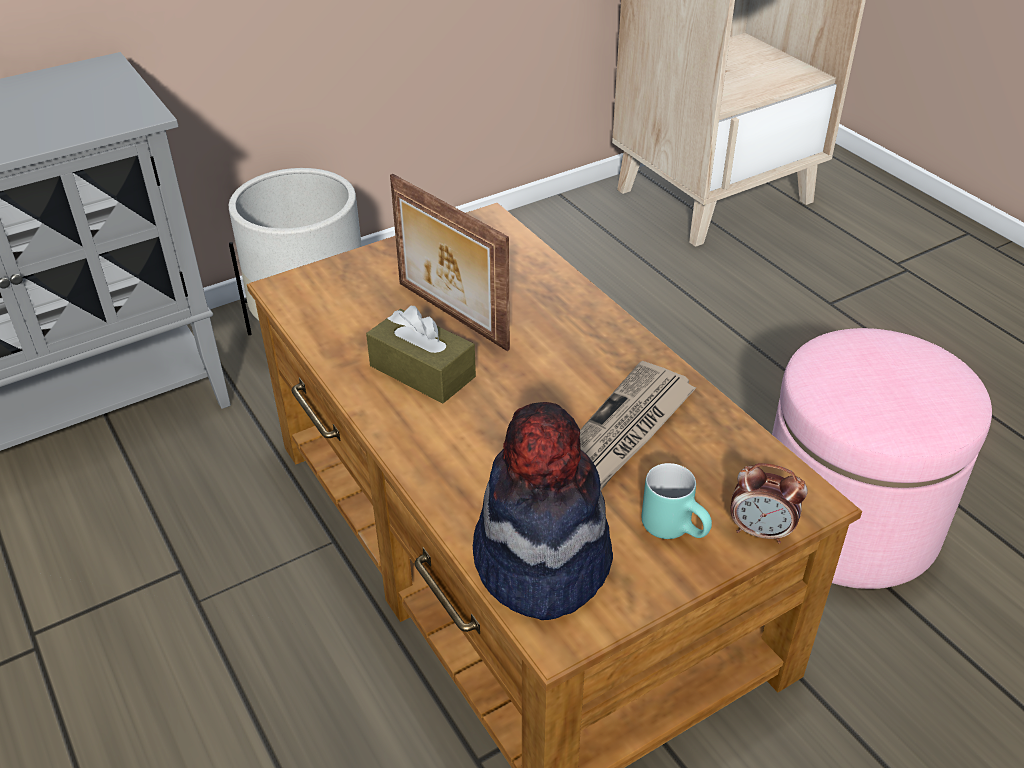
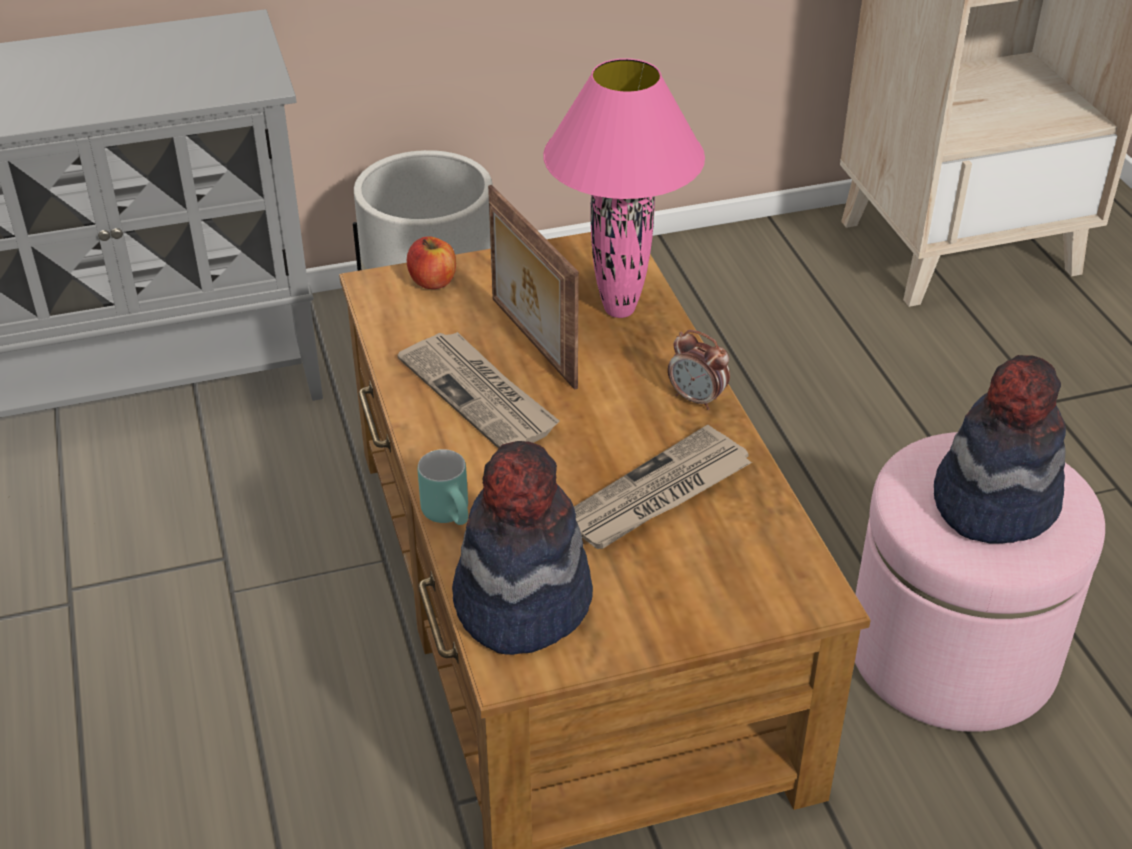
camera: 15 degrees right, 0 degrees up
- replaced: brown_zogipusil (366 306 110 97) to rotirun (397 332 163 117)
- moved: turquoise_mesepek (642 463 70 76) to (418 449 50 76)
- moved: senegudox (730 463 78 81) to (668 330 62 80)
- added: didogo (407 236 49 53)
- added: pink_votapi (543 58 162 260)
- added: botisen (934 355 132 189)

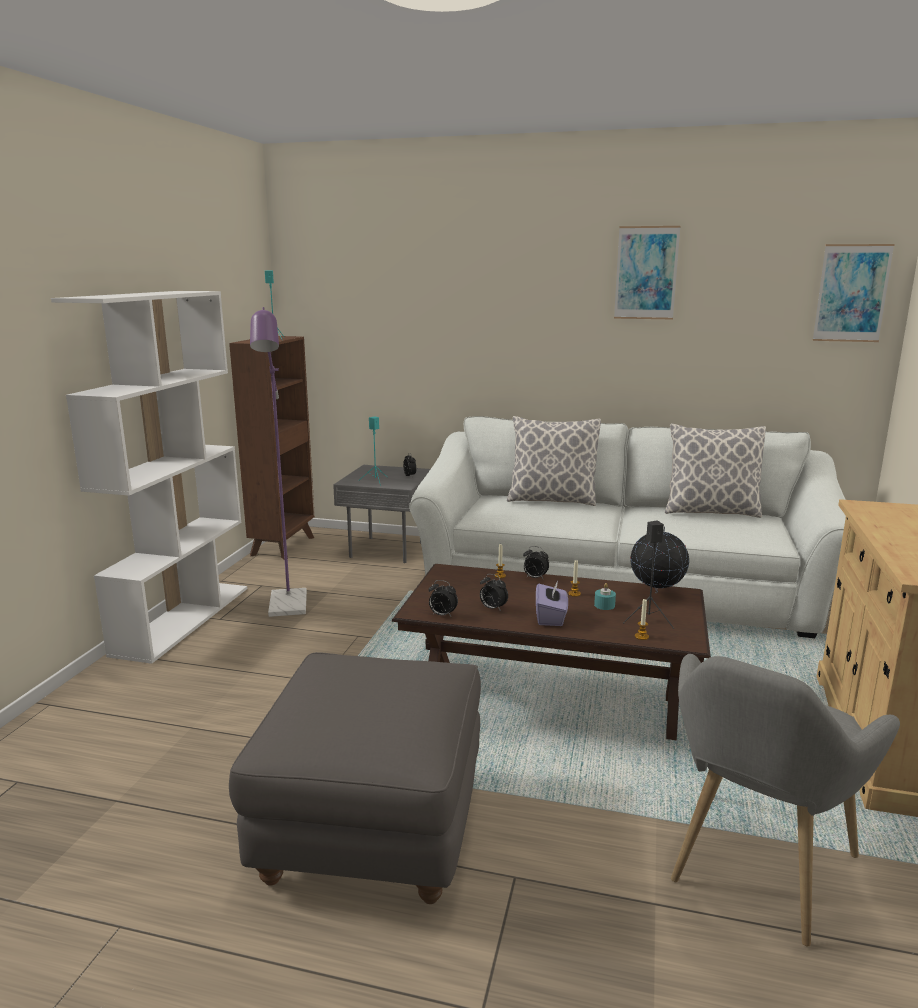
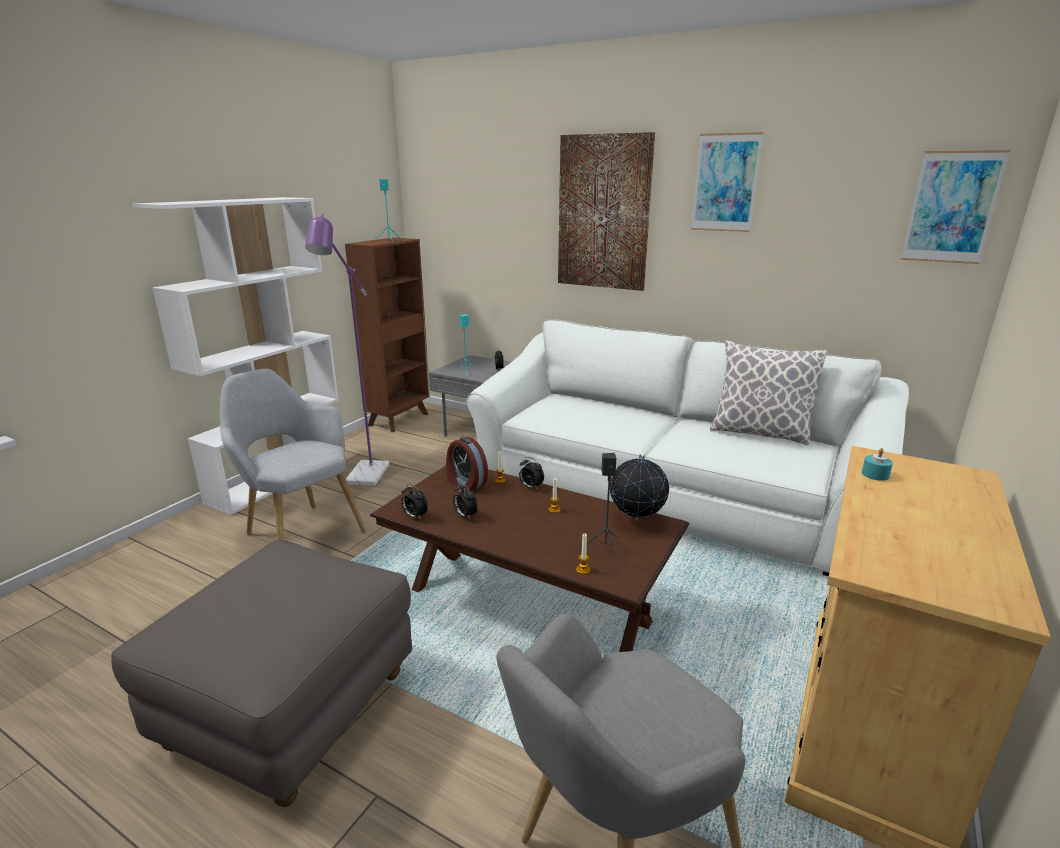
camera: 15 degrees right, 5 degrees up
- removed: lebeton (507 416 94 90)
- removed: purple_zogipusil (536 581 32 45)
- moved: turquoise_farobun (594 583 22 27) to (862 448 31 33)
- added: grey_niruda (220 369 146 171)
- added: senegudox (446 437 42 54)
- added: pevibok (558 132 97 159)

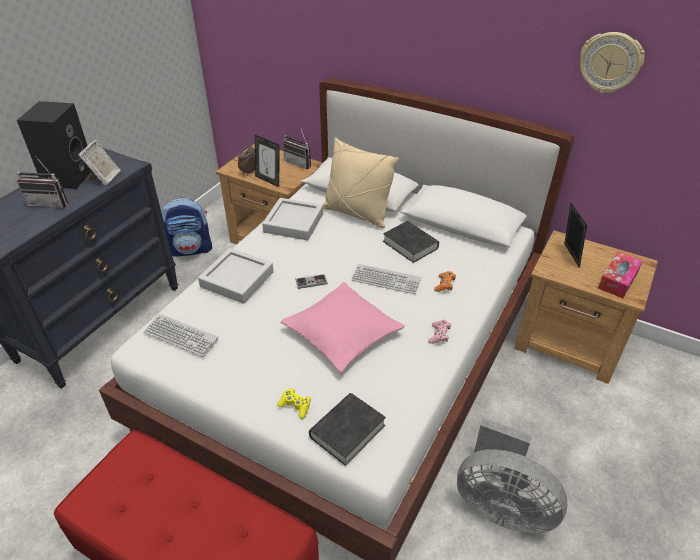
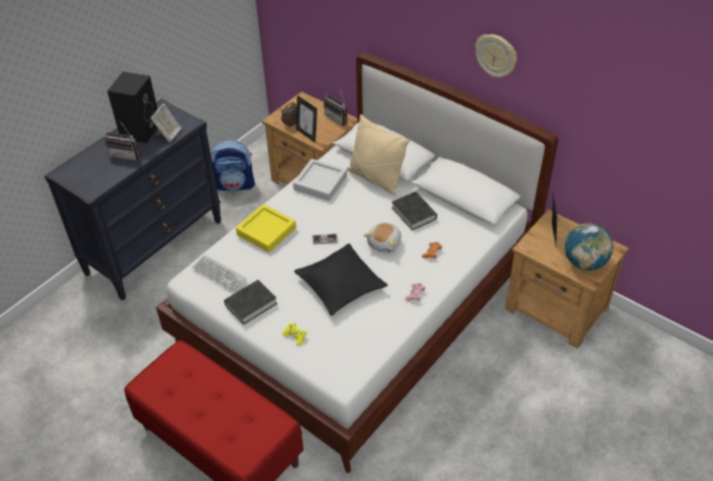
camera: 10 degrees right, 5 degrees up
- recoloured: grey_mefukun (198 248 76 56) to yellow_mefukun (236 204 60 48)
- recoloured: pink_lebeton (281 282 124 91) to black_lebeton (294 243 94 73)
- moved: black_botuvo (309 393 77 73) to (224 280 53 45)
- replaced: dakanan (351 264 70 30) to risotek (364 223 37 30)
- removed: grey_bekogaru (457 418 110 115)
- moved: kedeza (580 32 65 61) to (475 34 42 44)
- replaced: zogipusil (598 252 45 46) to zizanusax (565 223 49 47)

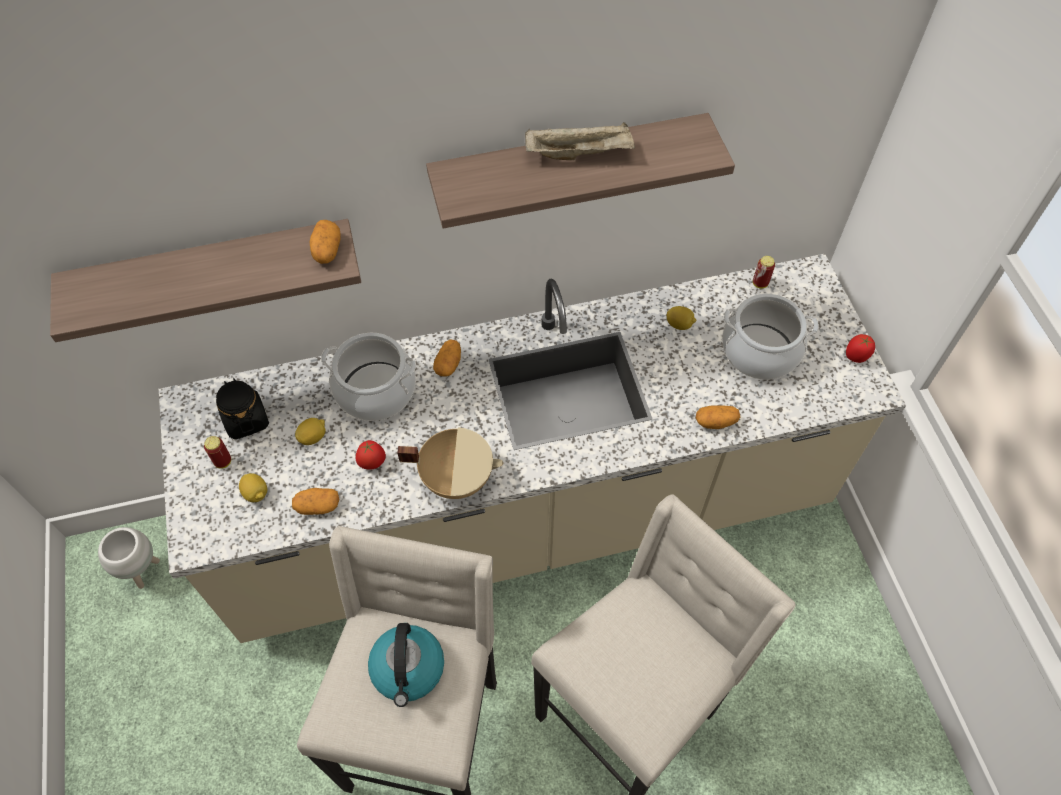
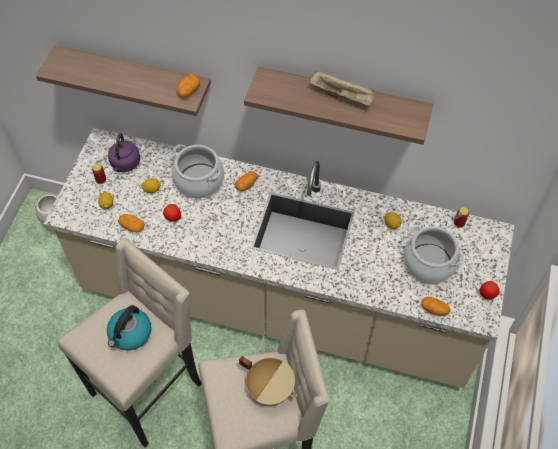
camera: 30 degrees right, 0 degrees up
- replaced: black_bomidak (216 378 53 62) to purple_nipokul (108 133 32 39)
- moved: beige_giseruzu (397 428 107 71) to (239 356 58 50)
- moved: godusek (696 405 44 24) to (421 296 30 20)

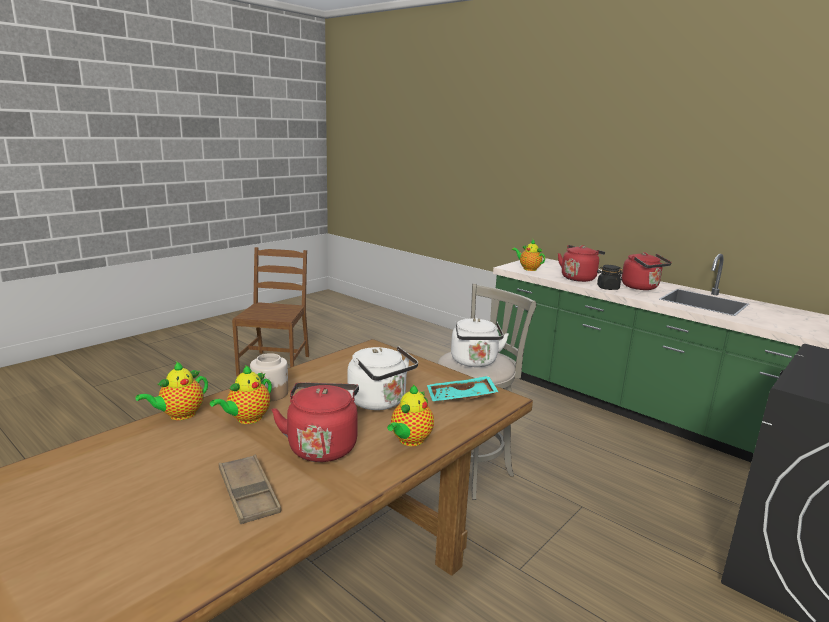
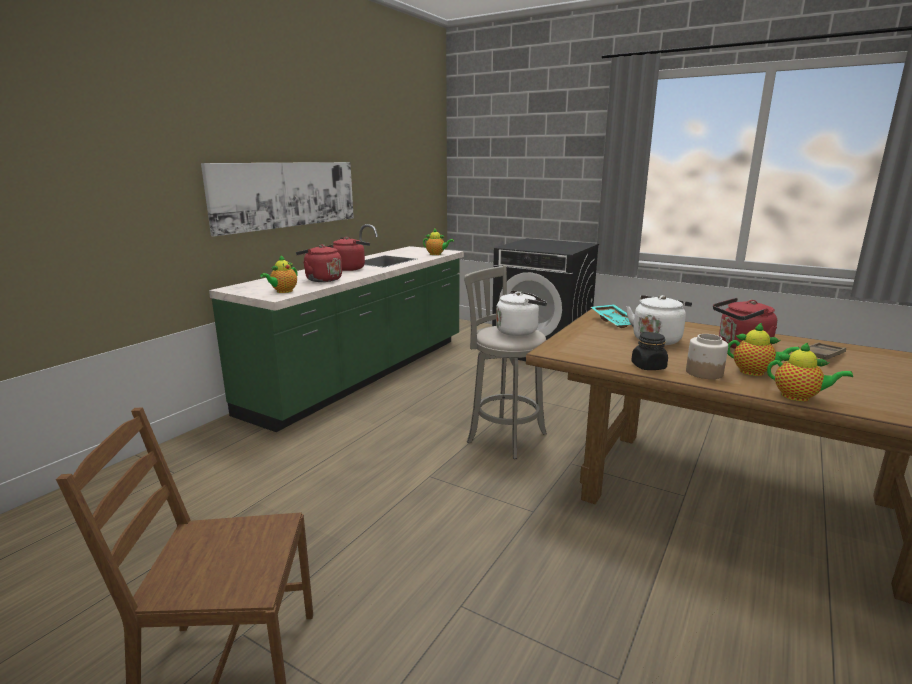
camera: 100 degrees left, 0 degrees up
- moved: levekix (387 385 47 61) to (423 228 31 27)
- moved: black_bomidak (597 265 26 25) to (631 332 37 38)
- added: pevibok (201 162 153 74)

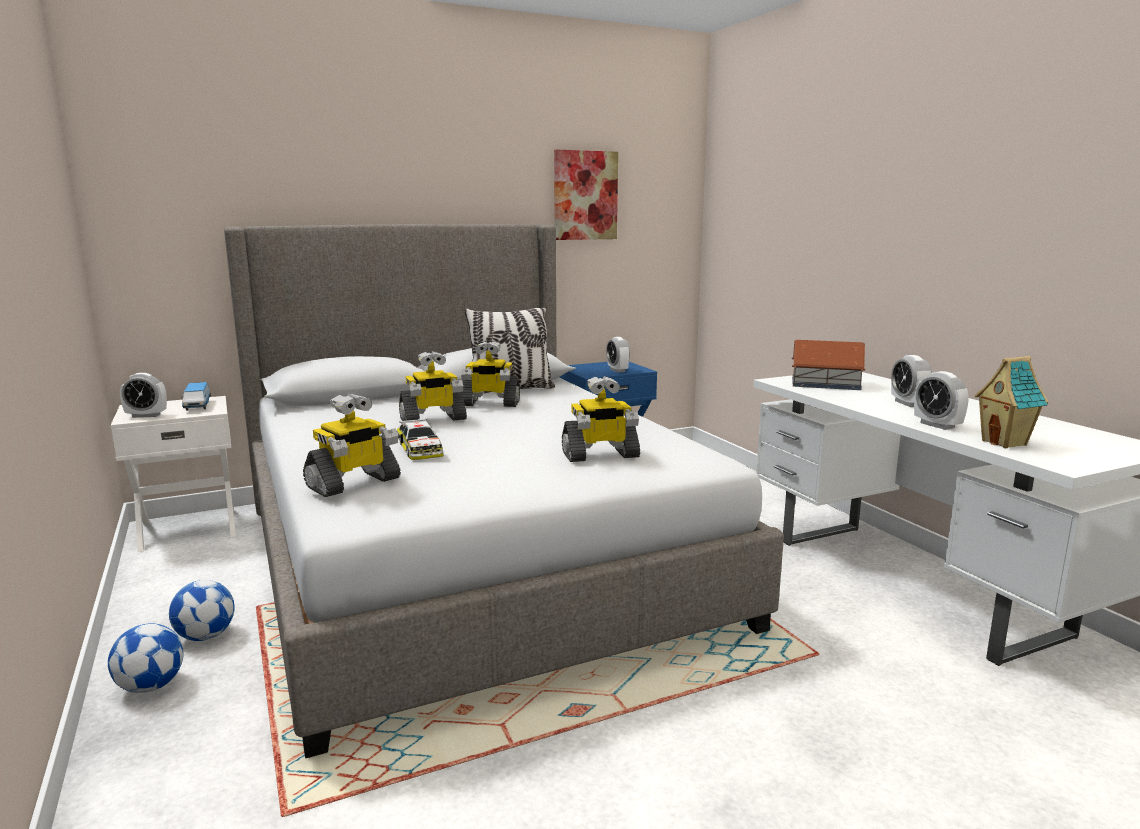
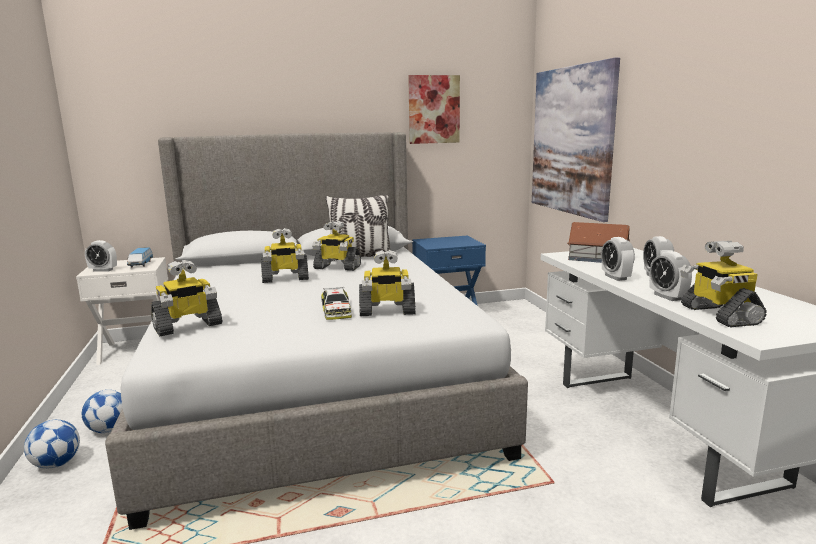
camera: 10 degrees right, 0 degrees up
- moved: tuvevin (397 418 46 42) to (321 286 31 34)
- moved: senegudox (606 337 24 36) to (601 237 34 44)
- replaced: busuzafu (974 356 75 92) to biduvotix (680 241 87 86)
- added: pevibok (532 57 88 165)

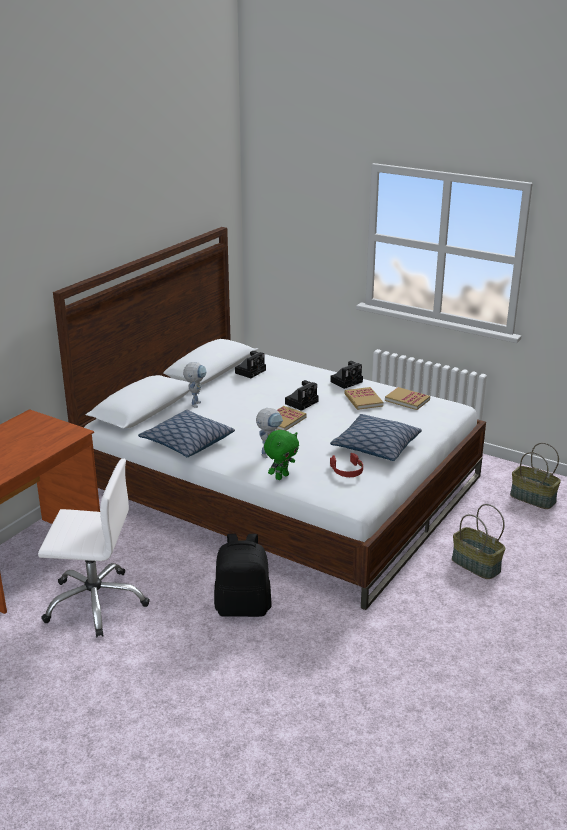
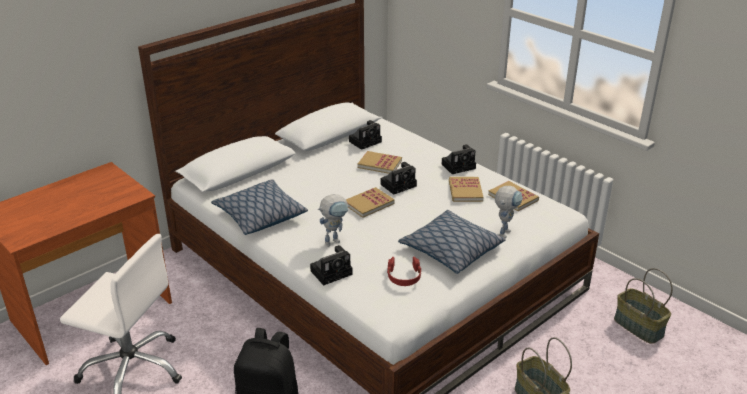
camera: 15 degrees right, 5 degrees up
- moved: biduvotix (183 362 24 46) to (495 186 28 52)
- replaced: green_risotek (264 430 35 50) to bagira (310 245 43 41)
- added: botuvo (358 151 44 23)

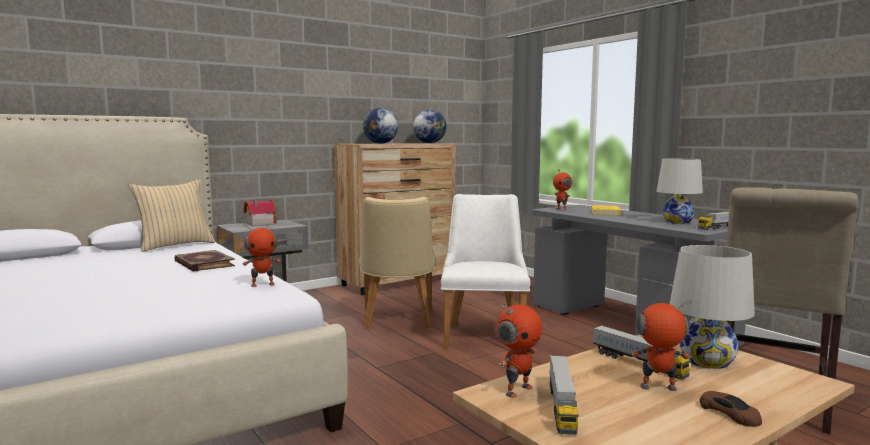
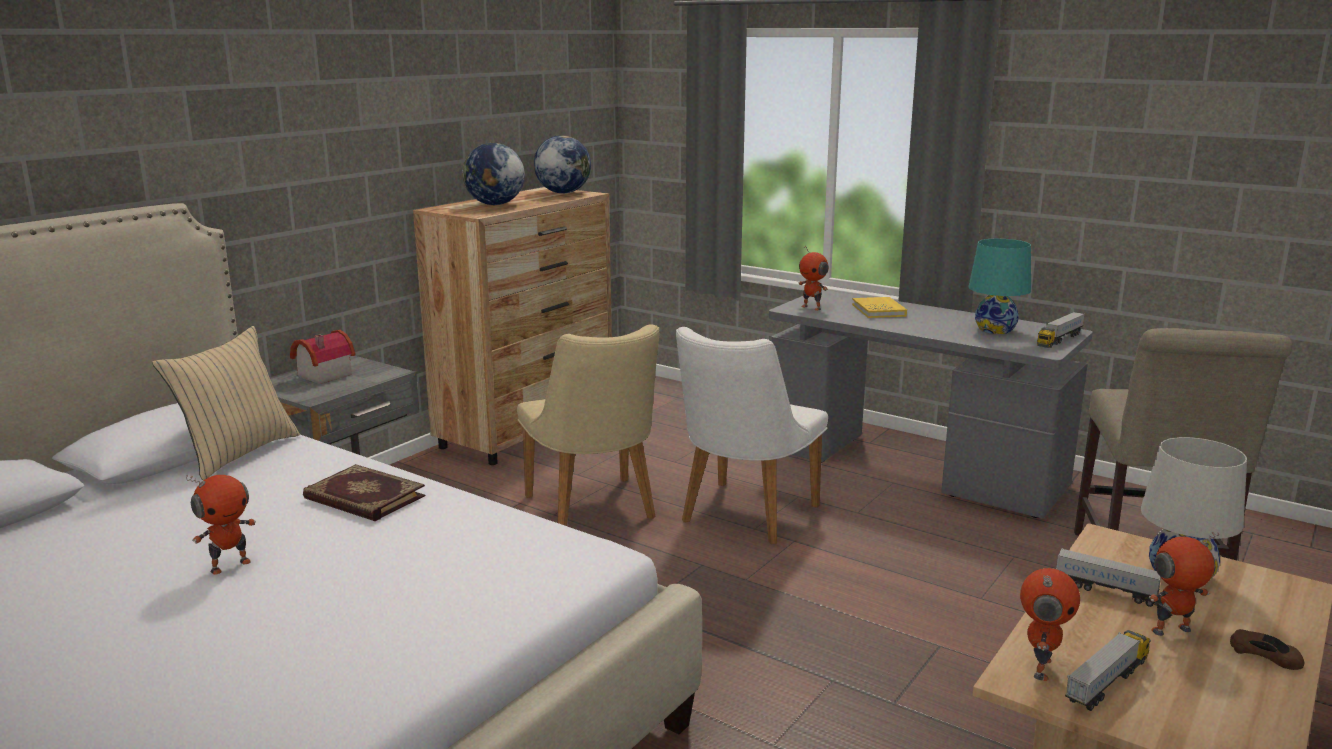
camera: 20 degrees left, 10 degrees up
- moved: biduvotix (243 225 38 62) to (186 475 70 100)
- turned: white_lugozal (441 194 89 155) = (676 327 152 217) 135 degrees counterclockwise
- turned: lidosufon (550 355 29 80) = (1065 630 86 81) 120 degrees counterclockwise
- recoloured: white_votapi (657 159 46 65) to turquoise_votapi (968 239 63 95)

